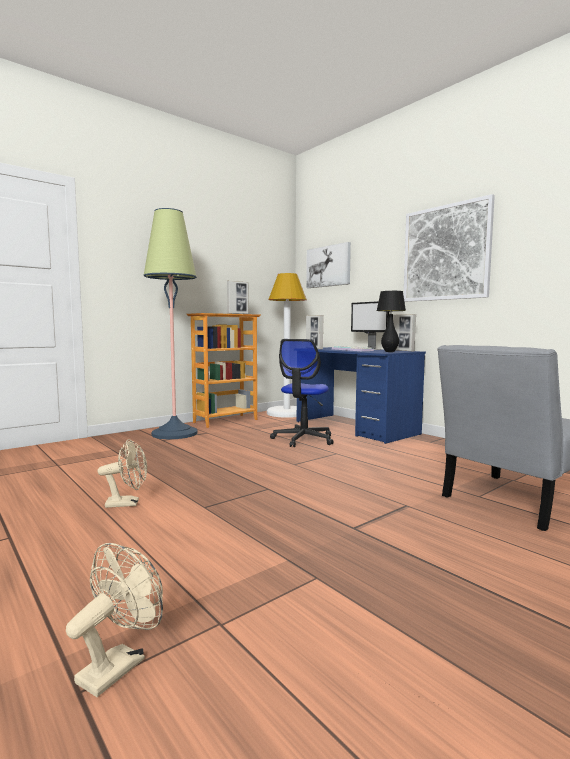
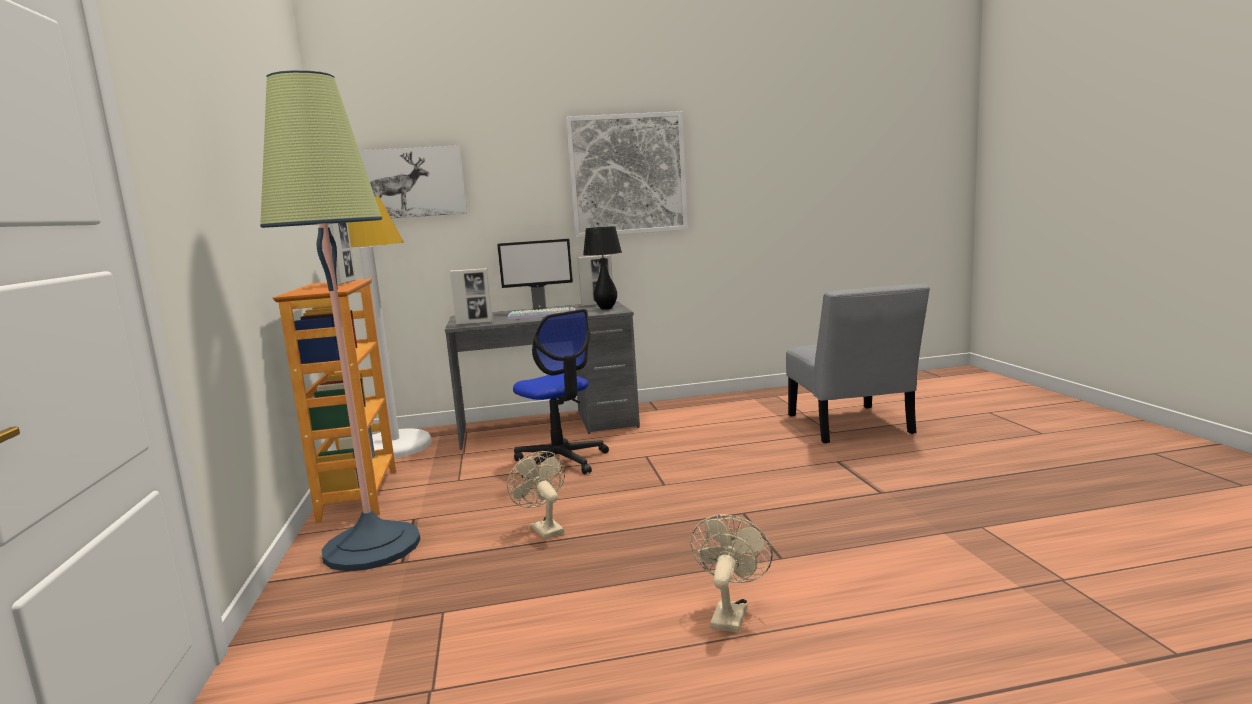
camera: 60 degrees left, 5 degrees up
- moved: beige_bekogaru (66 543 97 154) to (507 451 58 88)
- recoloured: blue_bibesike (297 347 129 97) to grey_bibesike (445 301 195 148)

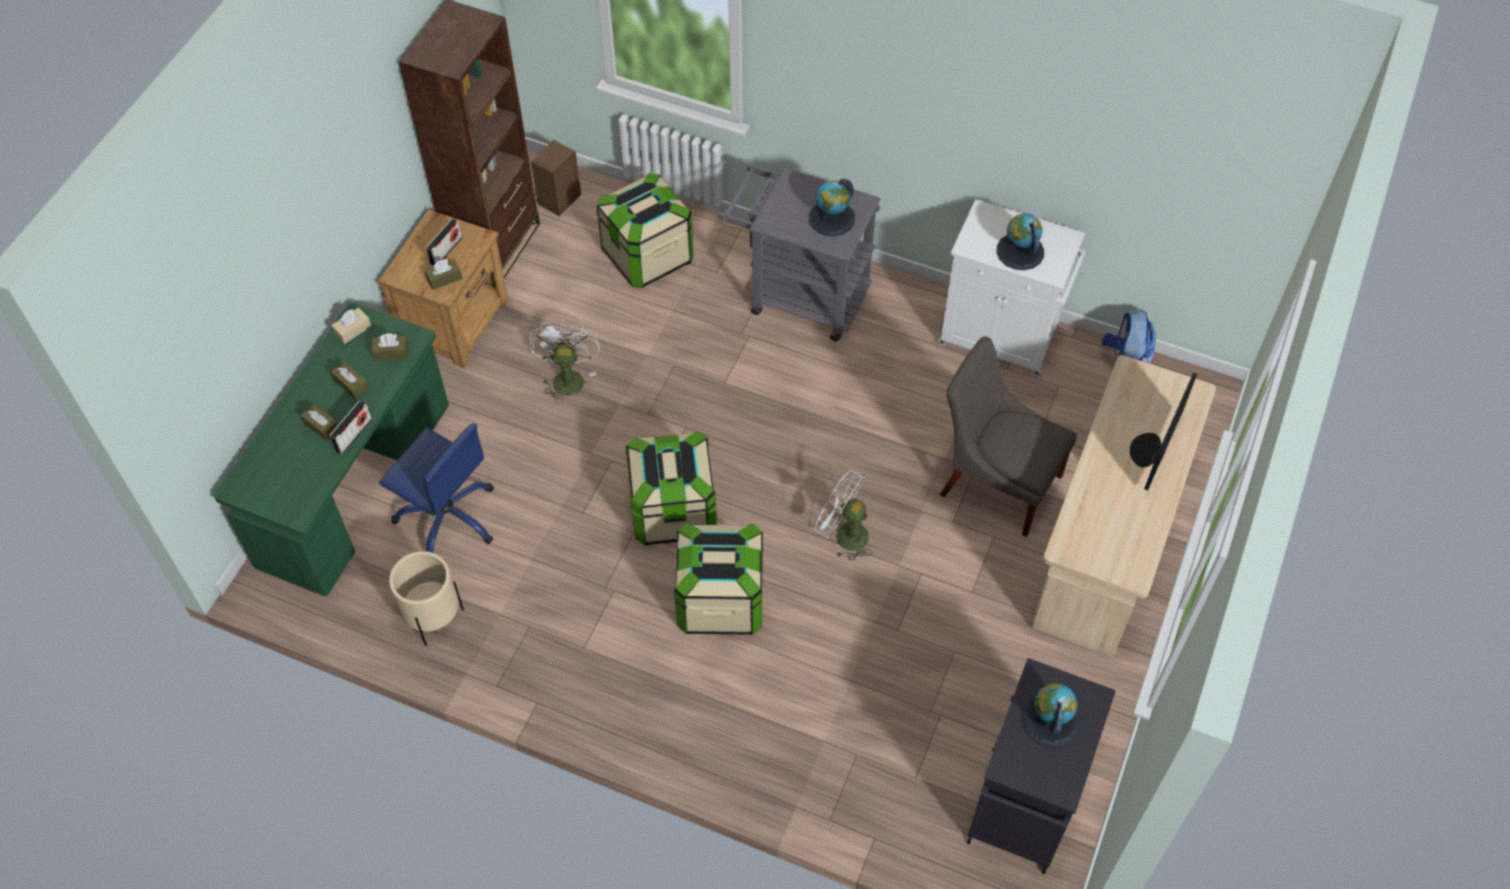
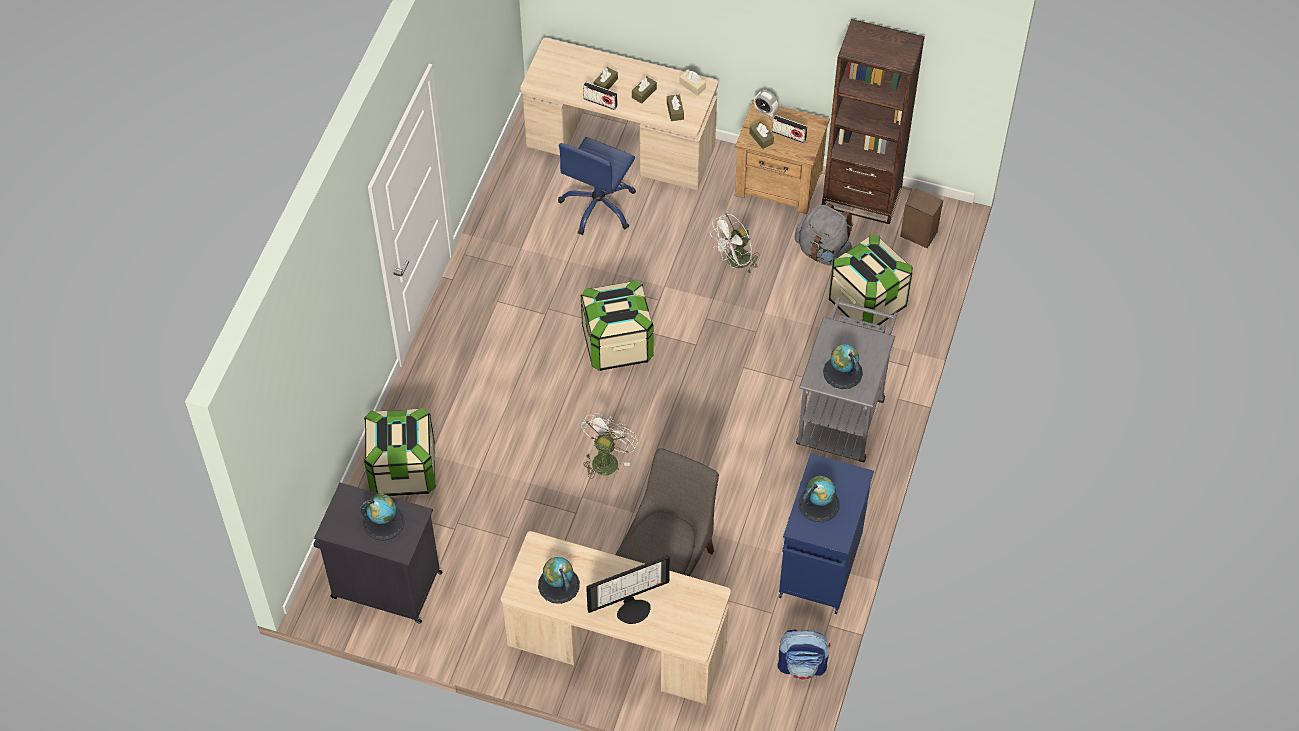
camera: 85 degrees right, 0 degrees up
- recoloured: green_bibesike (214 303 235 293) to beige_bibesike (520 38 198 152)
- removed: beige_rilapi (389 551 75 95)
- turned: white_bekogaru (529 320 71 83) = (710 213 49 60) 150 degrees clockwise
- moved: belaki (674 523 89 112) to (364 407 72 89)
- recoloured: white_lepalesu (937 199 149 178) to blue_lepalesu (779 453 95 161)
- turned: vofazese (1130 373 67 117) = (586 555 84 69) 135 degrees clockwise
- added: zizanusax (538 557 42 47)
- added: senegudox (754 91 24 26)
- added: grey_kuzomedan (795 203 59 63)

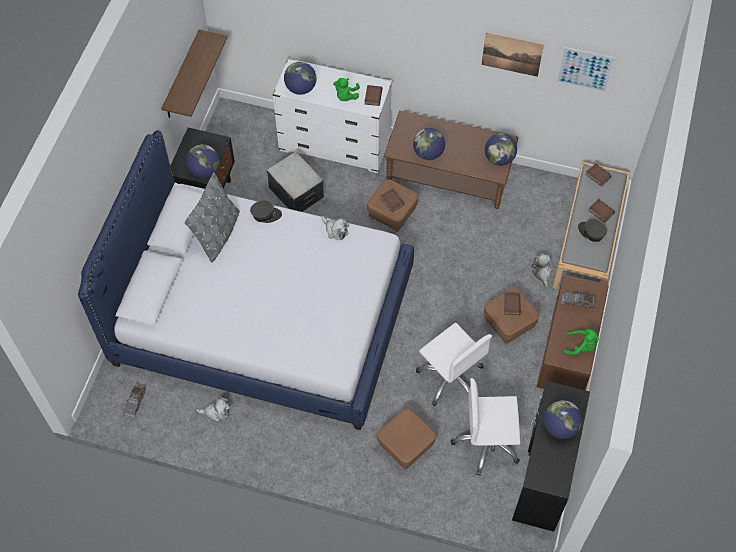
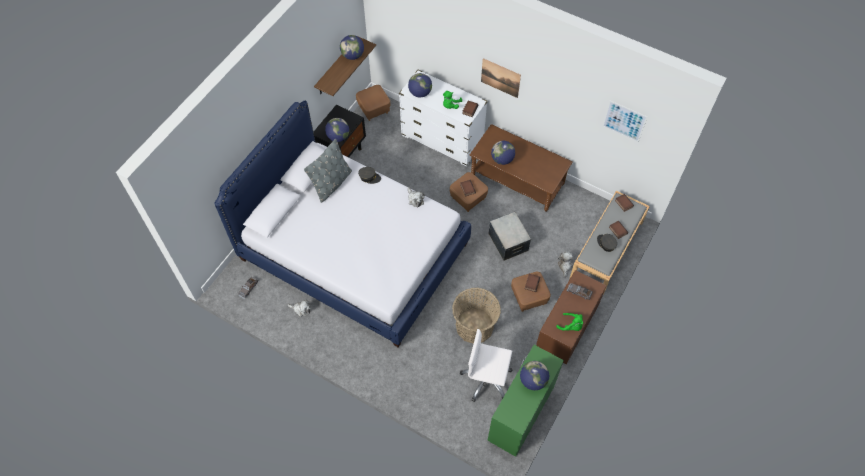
camera: 15 degrees right, 0 degrees up
- moved: belaki (267 152 57 60) to (489 212 42 49)
- moved: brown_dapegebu (377 409 59 60) to (356 85 35 36)
- replaced: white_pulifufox (416 323 76 83) to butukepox (452 288 49 56)
- moved: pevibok (482 33 62 44) to (481 58 40 40)
- moved: zizanusax (485 133 32 33) to (340 35 24 25)
- recoloured: black_bibesike (512 381 78 151) to green_bibesike (487 345 77 112)

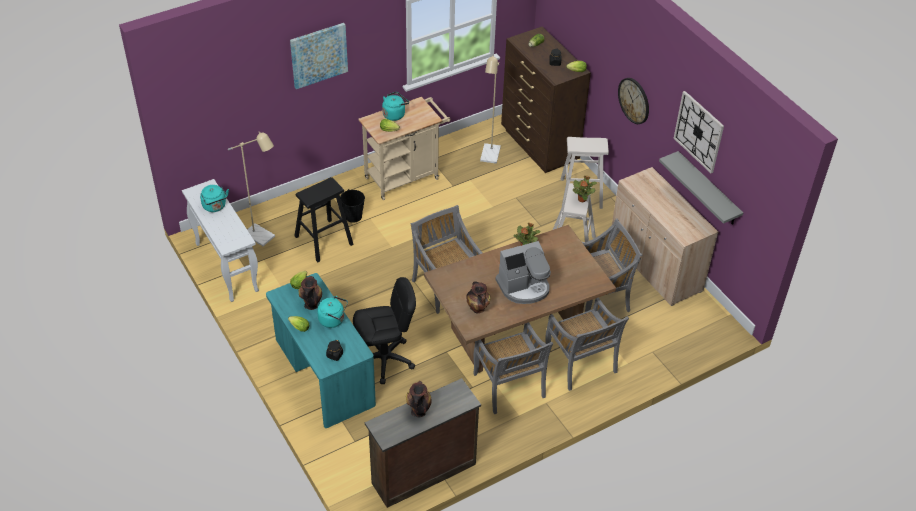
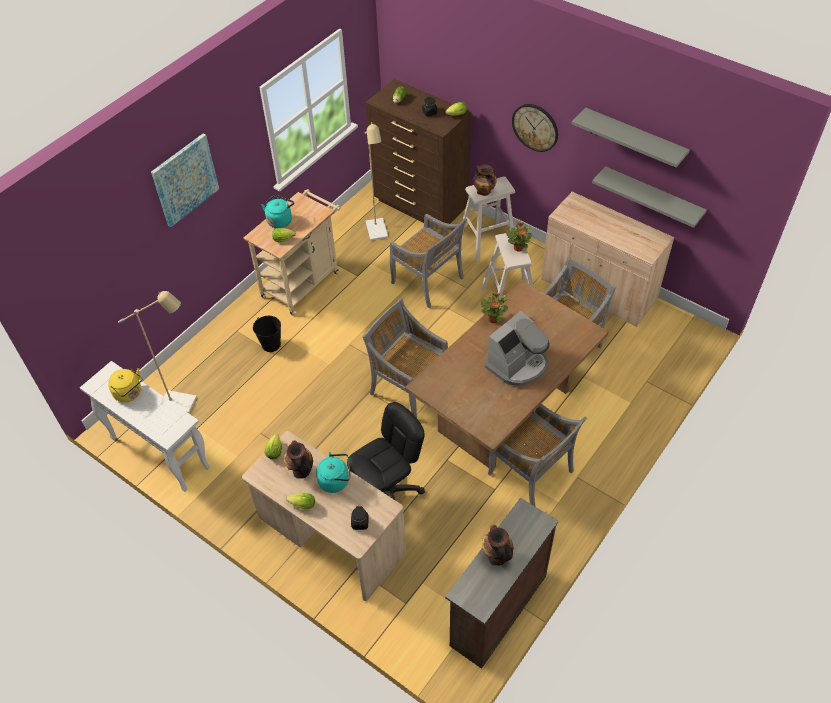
camera: 20 degrees left, 5 degrees up
- recoloured: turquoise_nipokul (200 185 29 27) to yellow_nipokul (108 368 35 34)
- recoloured: turquoise_bibesike (266 273 110 155) to beige_bibesike (242 431 164 170)
- removed: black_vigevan (294 177 60 85)
- moved: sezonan (466 281 25 32) to (472 164 25 32)
- moved: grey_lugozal (546 298 83 93) to (390 214 77 94)
- replaced: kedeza (674 91 50 82) to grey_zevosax (571 107 119 61)

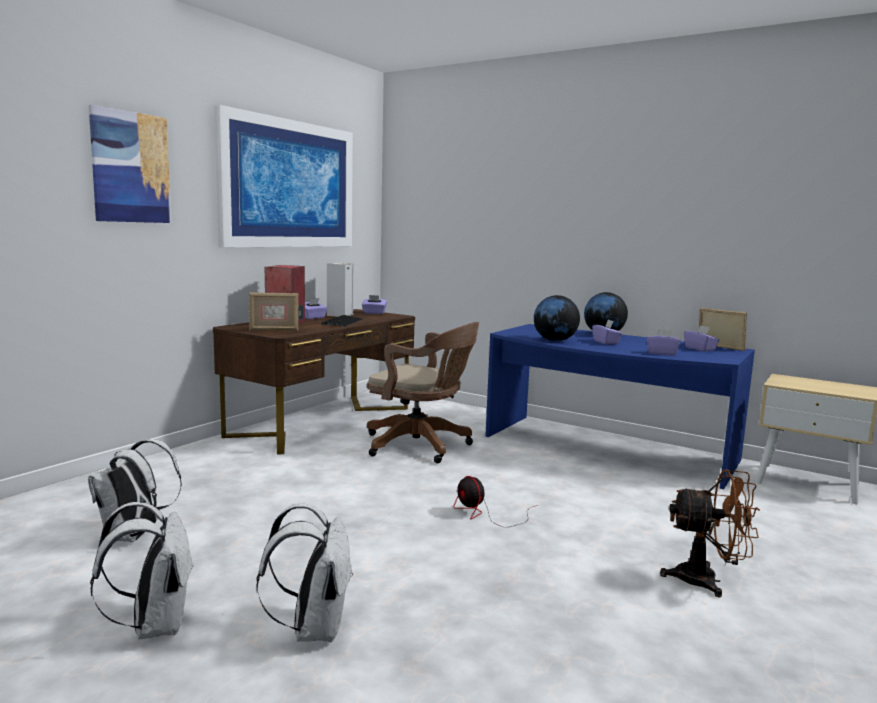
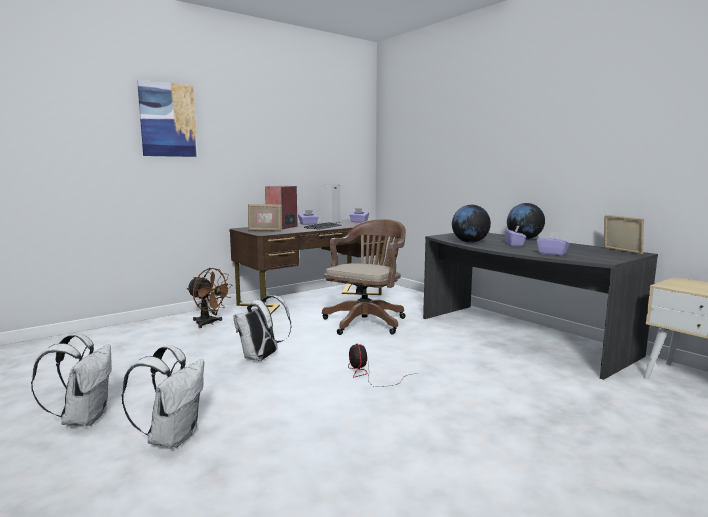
camera: 20 degrees right, 0 degrees up
- moved: white_kuzomedan (88 439 94 103) to (233 295 59 66)
- removed: pevibok (214 105 139 142)
- turned: brown_pulifufox (367 322 112 141) = (322 219 84 116) 105 degrees counterclockwise
- recoloured: blue_bibesike (485 324 270 165) to grey_bibesike (423 233 235 147)
- moved: brown_bekogaru (660 469 100 128) to (187 268 45 60)
- removed: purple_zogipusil (684 325 35 27)

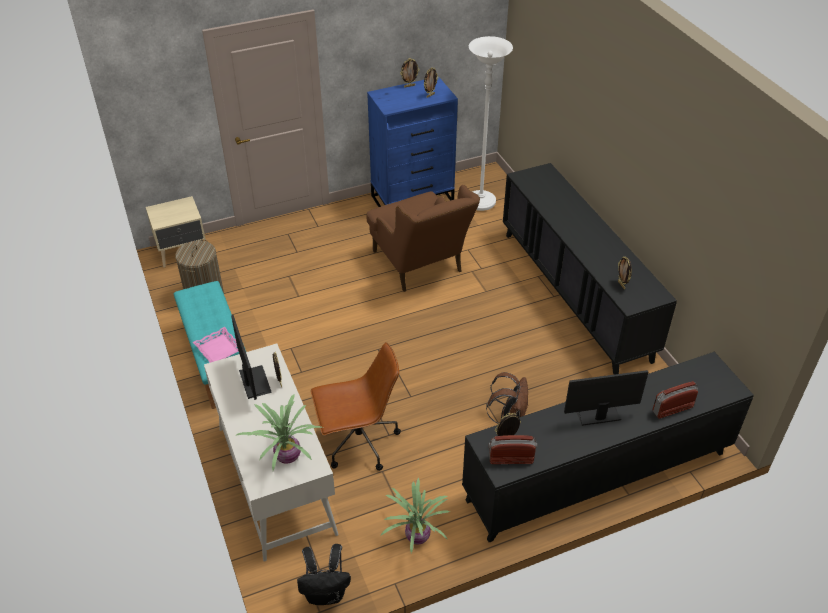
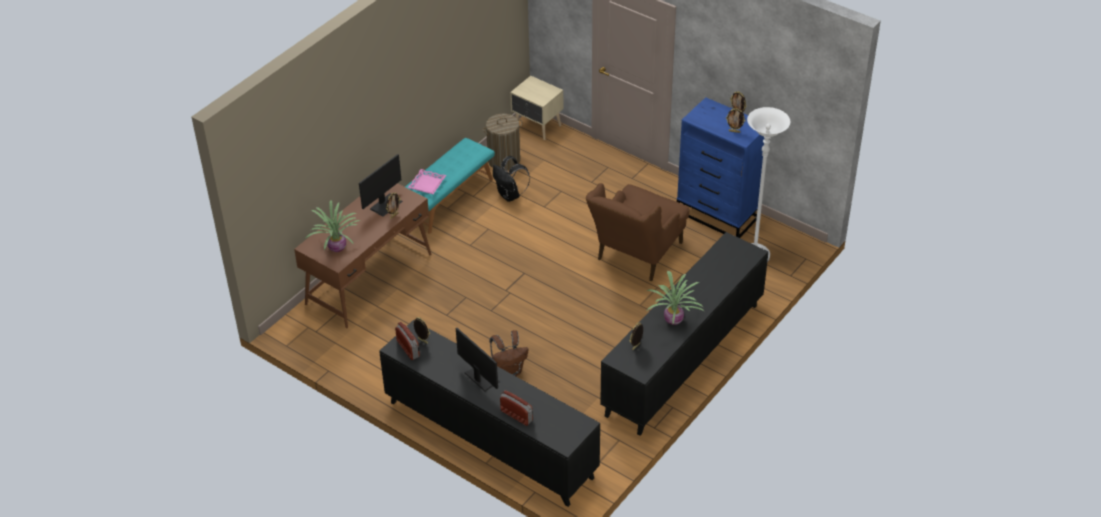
camera: 60 degrees right, 0 degrees up
- recoloured: white_bibesike (204 344 134 218) to brown_bibesike (294 183 138 145)
- moved: black_kuzomedan (297 544 54 61) to (493 156 37 46)
- removed: brown_pulifufox (311 342 90 129)
- moved: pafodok (381 478 69 75) to (647 270 57 55)

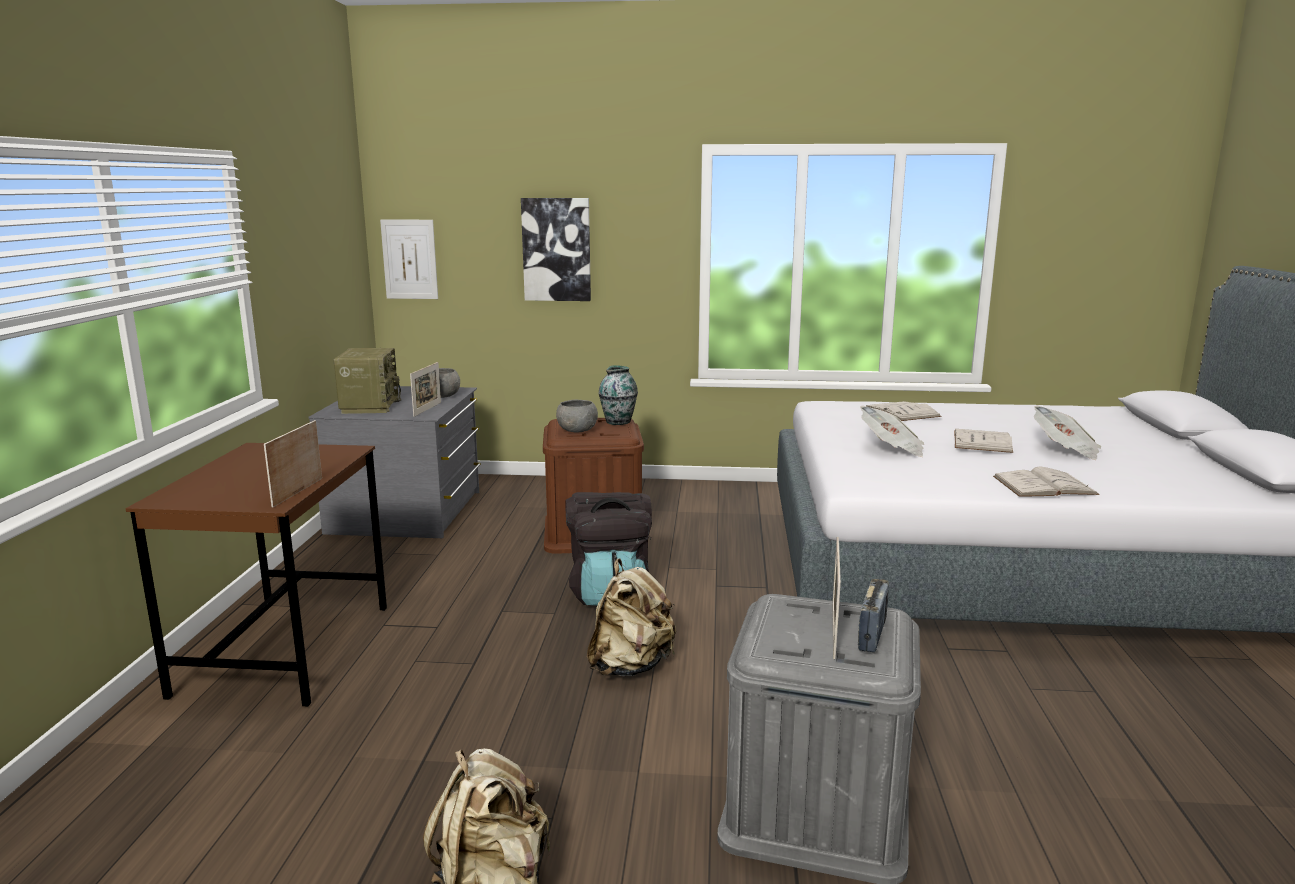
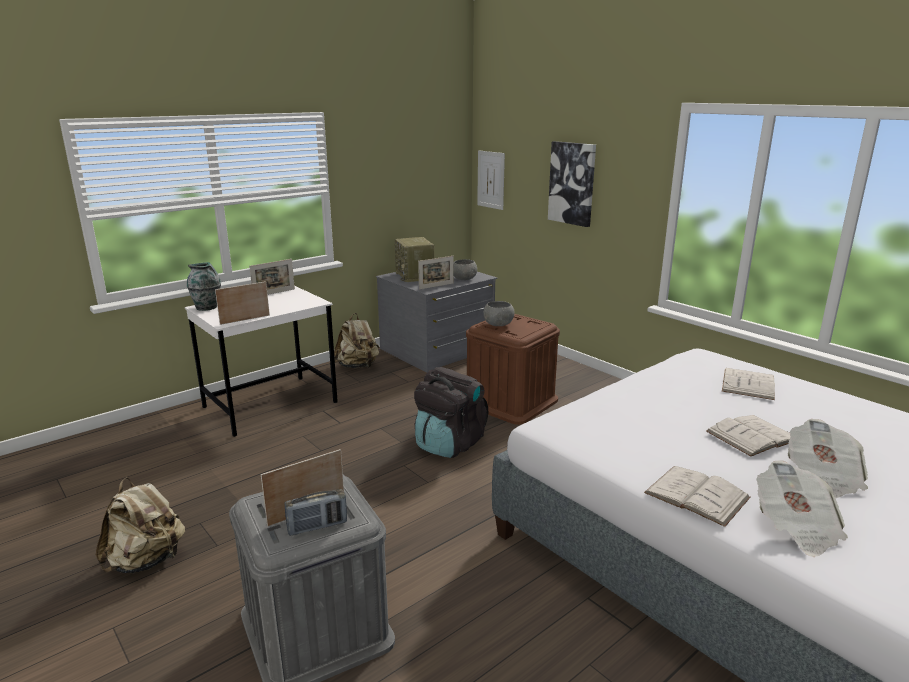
camera: 45 degrees right, 5 degrees up
- recoloured: brown_bibesike (125 443 262 264) to white_bibesike (185 286 153 151)
- turned: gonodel (333 348 68 66) = (395 237 39 45) 120 degrees clockwise
- moved: beige_kuzomedan (587 559 89 117) to (334 313 45 55)
- moved: sezonan (599 365 39 60) to (187 262 34 49)
- moved: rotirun (860 406 64 51) to (756 460 92 97)
- added: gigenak (249 259 46 36)

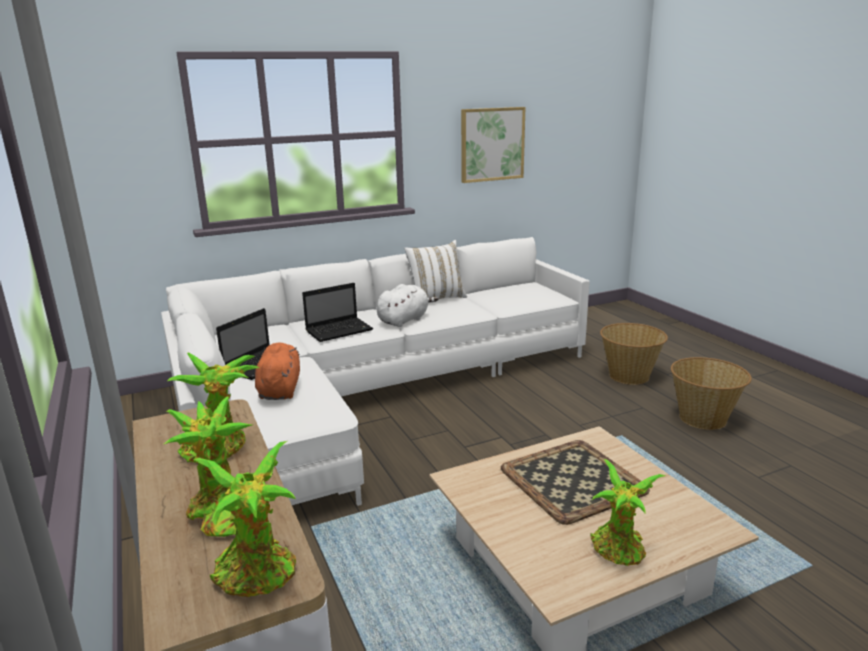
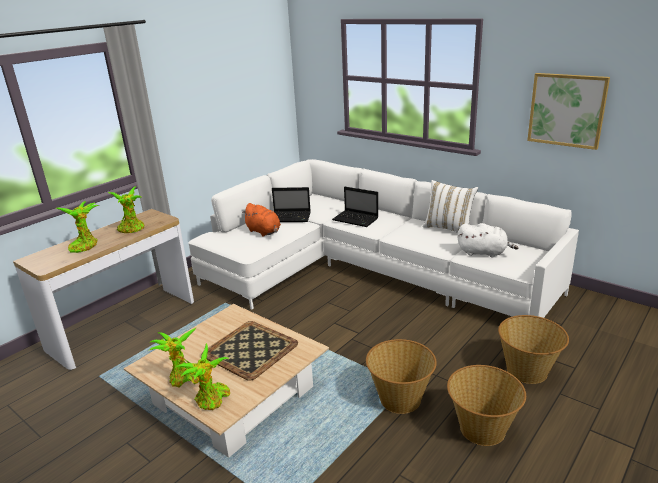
camera: 65 degrees right, 5 degrees up
- moved: pafodok (193 441 103 156) to (174 343 56 67)
- turned: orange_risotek (255 343 45 57) = (242 203 39 34) 75 degrees clockwise
- moved: white_risotek (377 284 61 43) to (457 223 61 35)
- added: butukepox (366 339 71 75)

